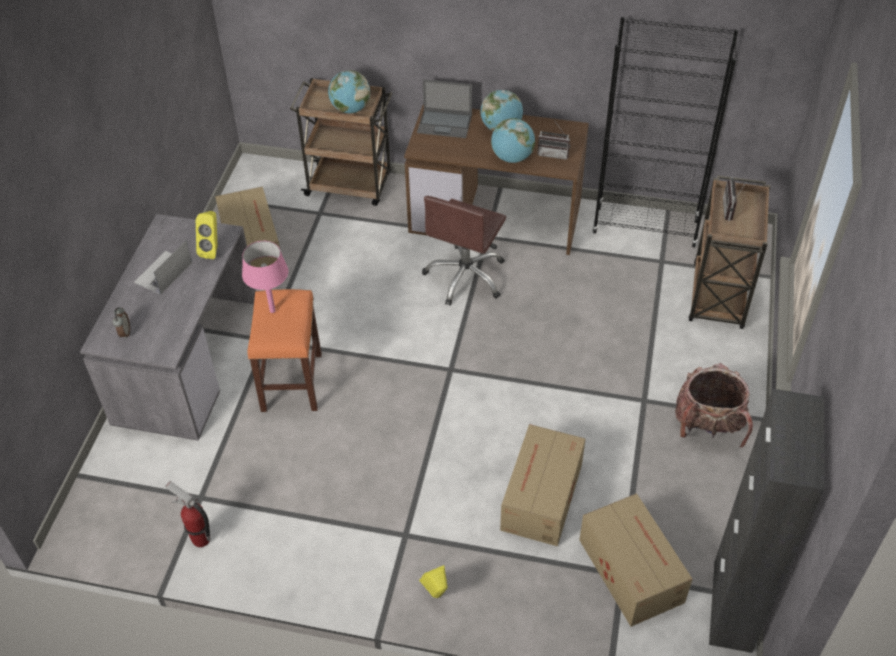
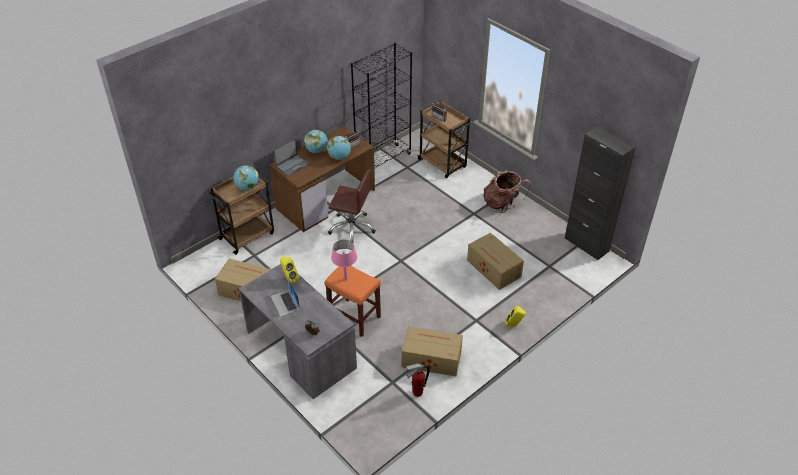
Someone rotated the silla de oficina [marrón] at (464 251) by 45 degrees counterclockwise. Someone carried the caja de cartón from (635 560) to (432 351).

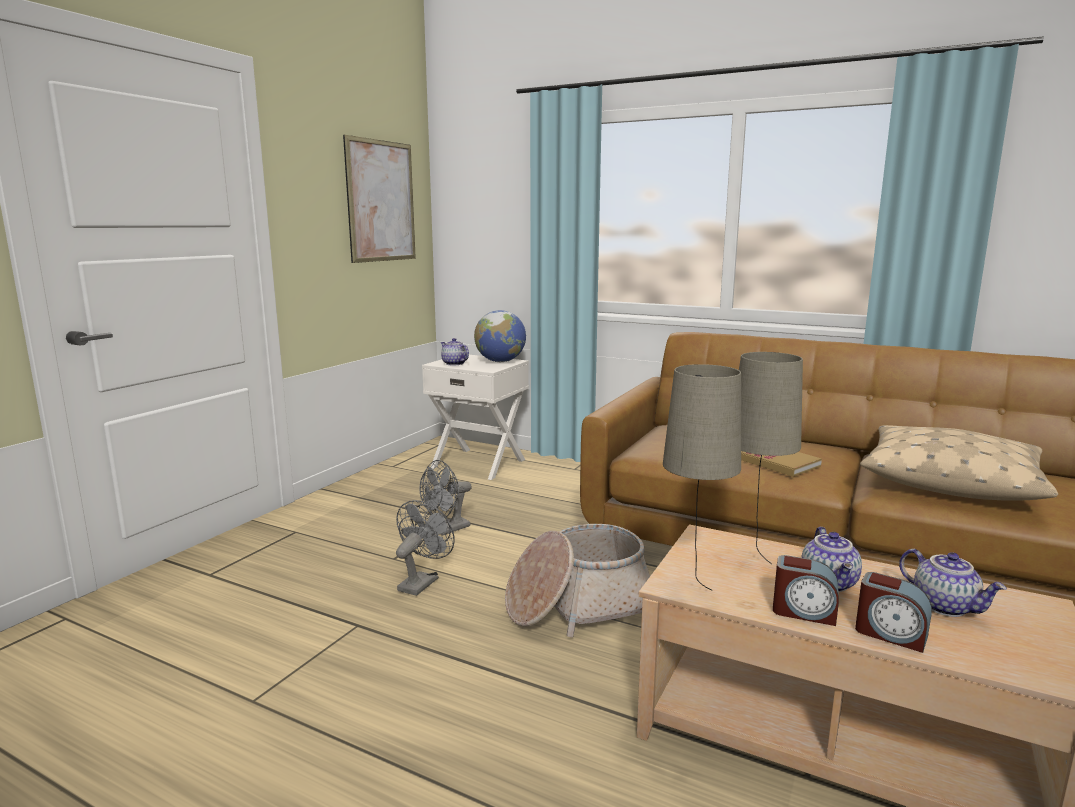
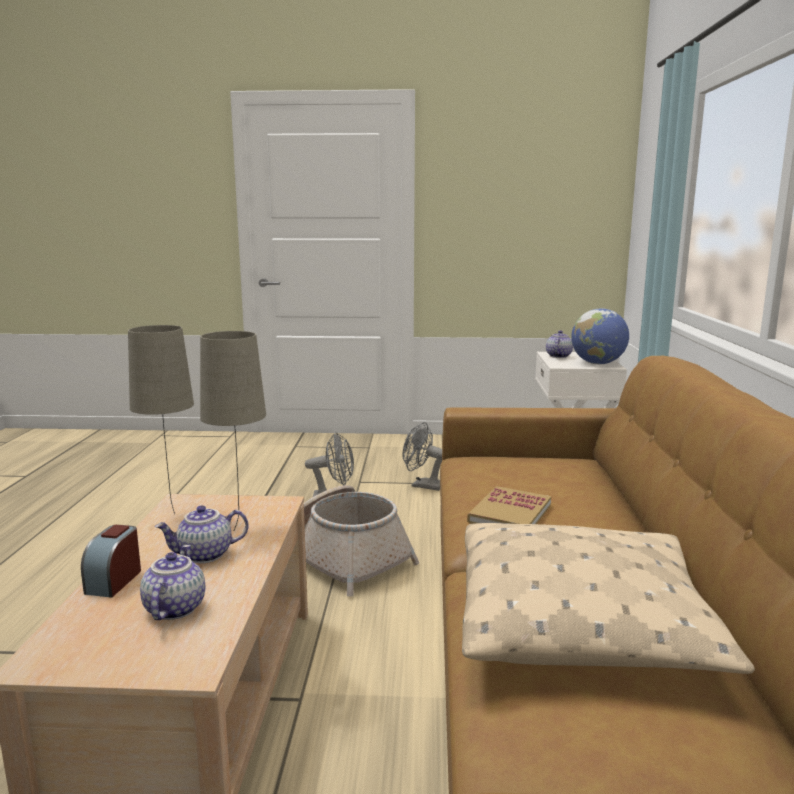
Someone took away the cuadro at (379 199). Someone rotated the tetera at (953 583) by 150 degrees clockwise. Someone took away the despertador at (806 590).

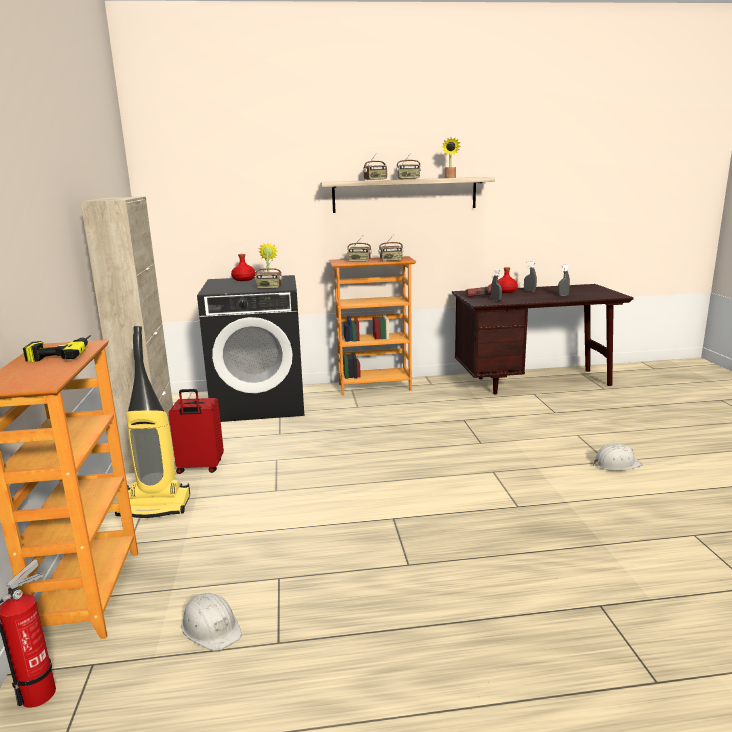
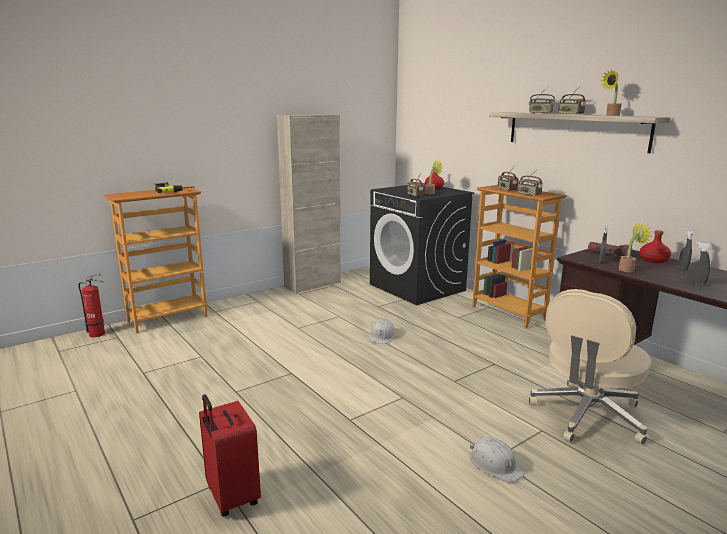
Someone took away the aspiradora at (152 422). Someone carried the maleta [rojo] from (196 431) to (230 455). Someone carried the casco [blanco] from (211 622) to (382 331). Someone put down the planta en maceta at (635 247). Someone put down the silla de oficina [beis] at (590 367).

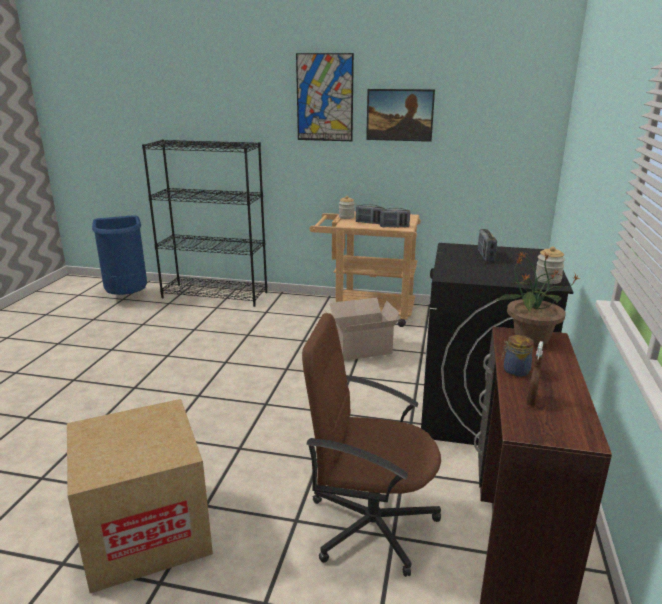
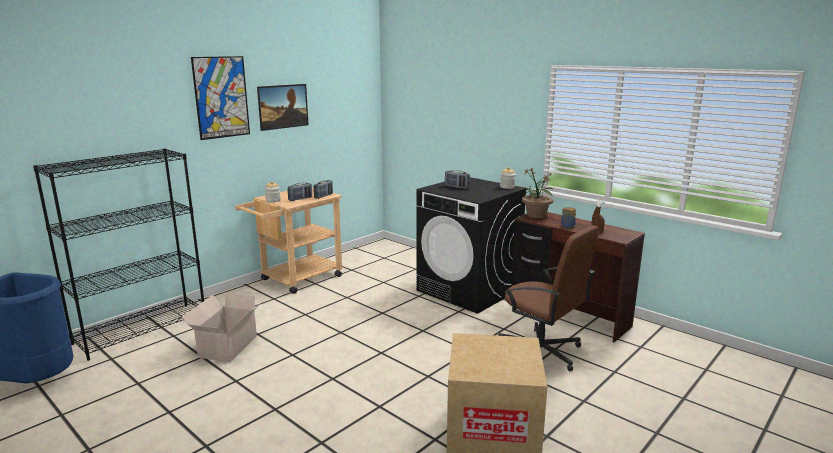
Someone carried the caja de cartón from (361 329) to (223 327). Someone rotated the silla de oficina [marrón] at (371 445) by 90 degrees counterclockwise.

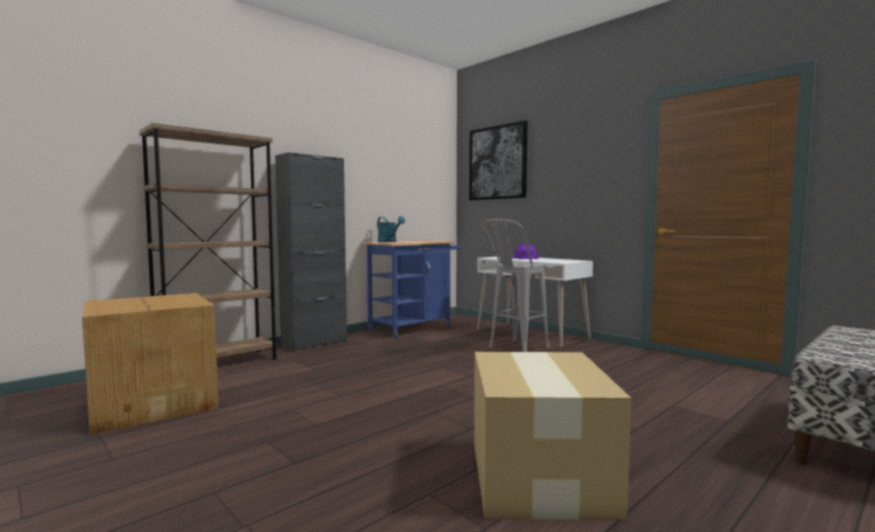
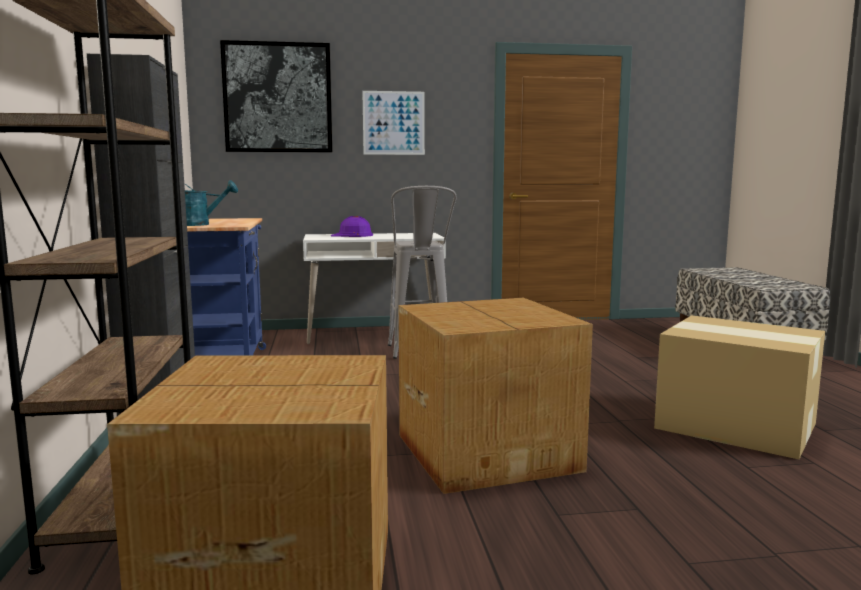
Someone put up the cuadro at (393 123). Someone put down the caja de cartón at (496 396).

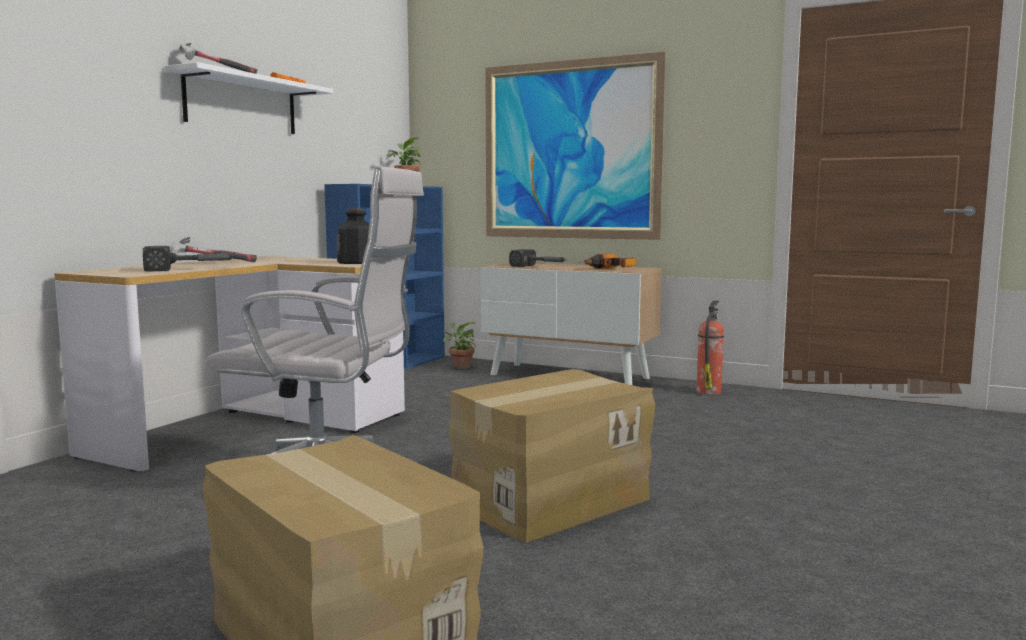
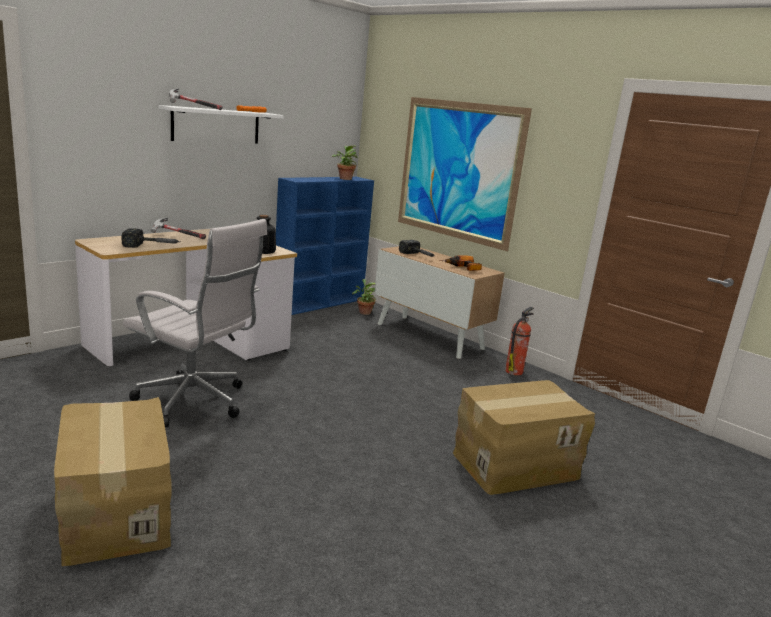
Someone carried the caja de cartón from (552 455) to (524 437).

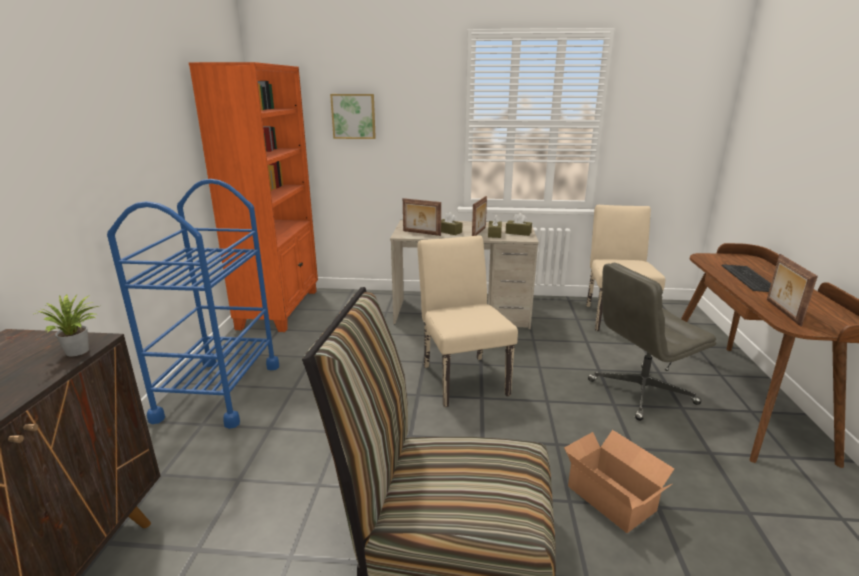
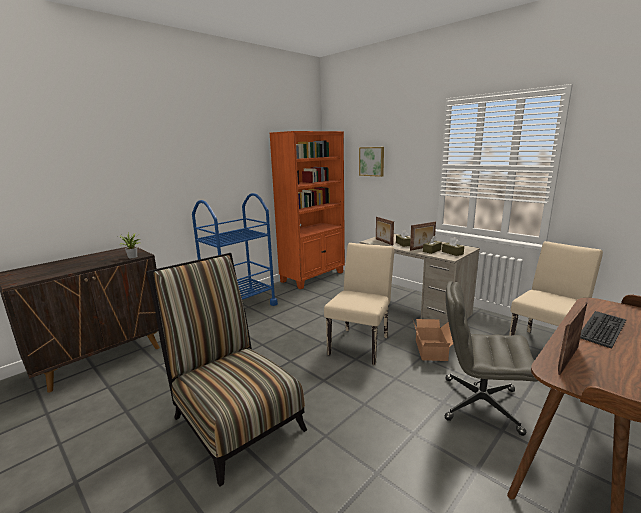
Someone carried the caja de cartón from (619 481) to (433 340).

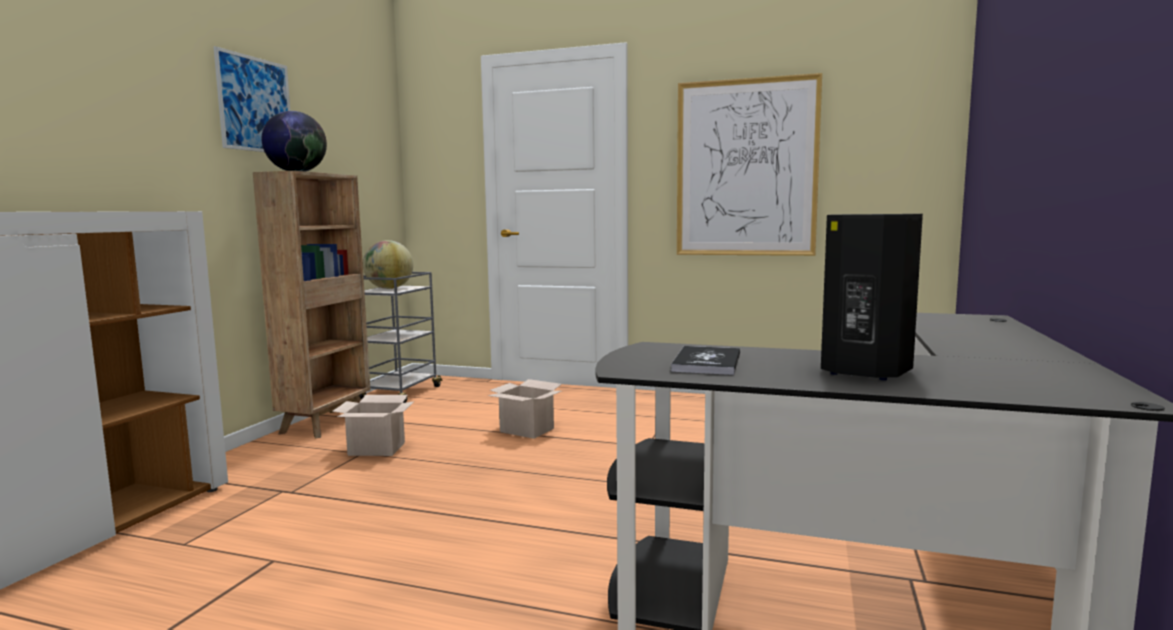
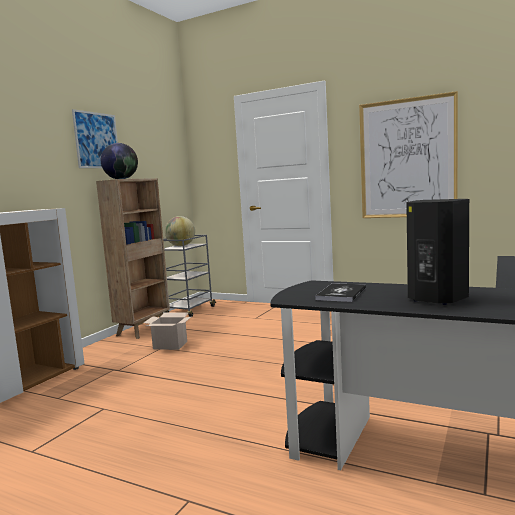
Someone took away the caja de cartón at (525 409).

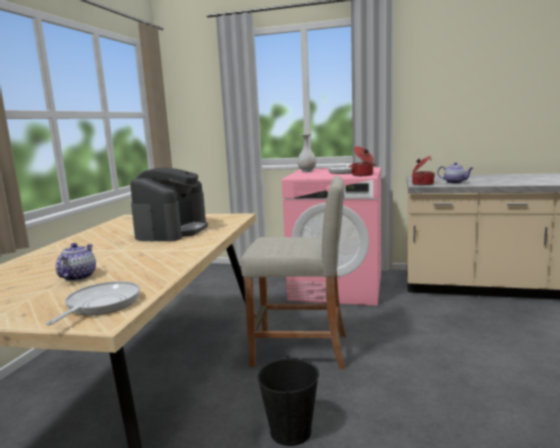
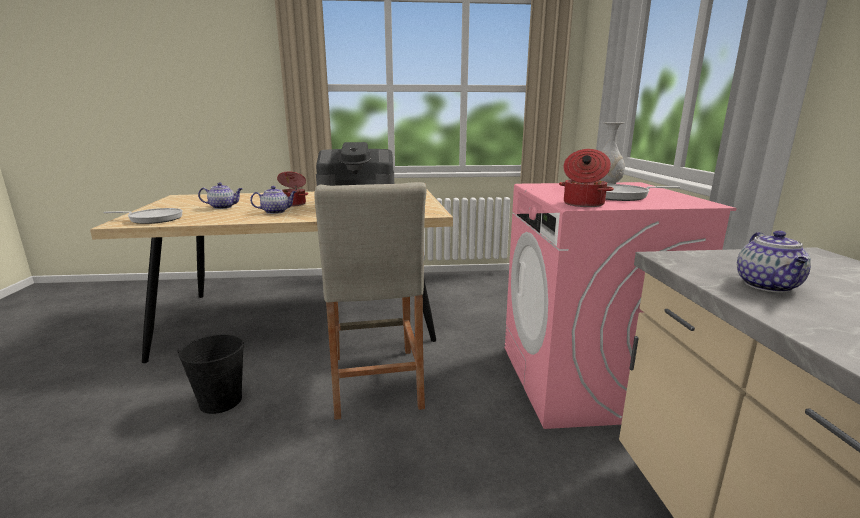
Someone carried the olla from (423 170) to (292 189). Someone put down the tetera at (273 200).

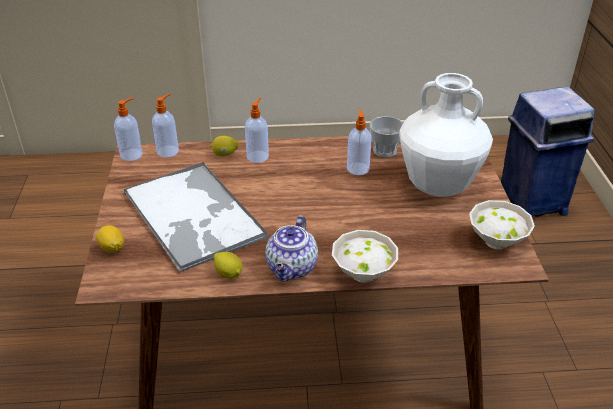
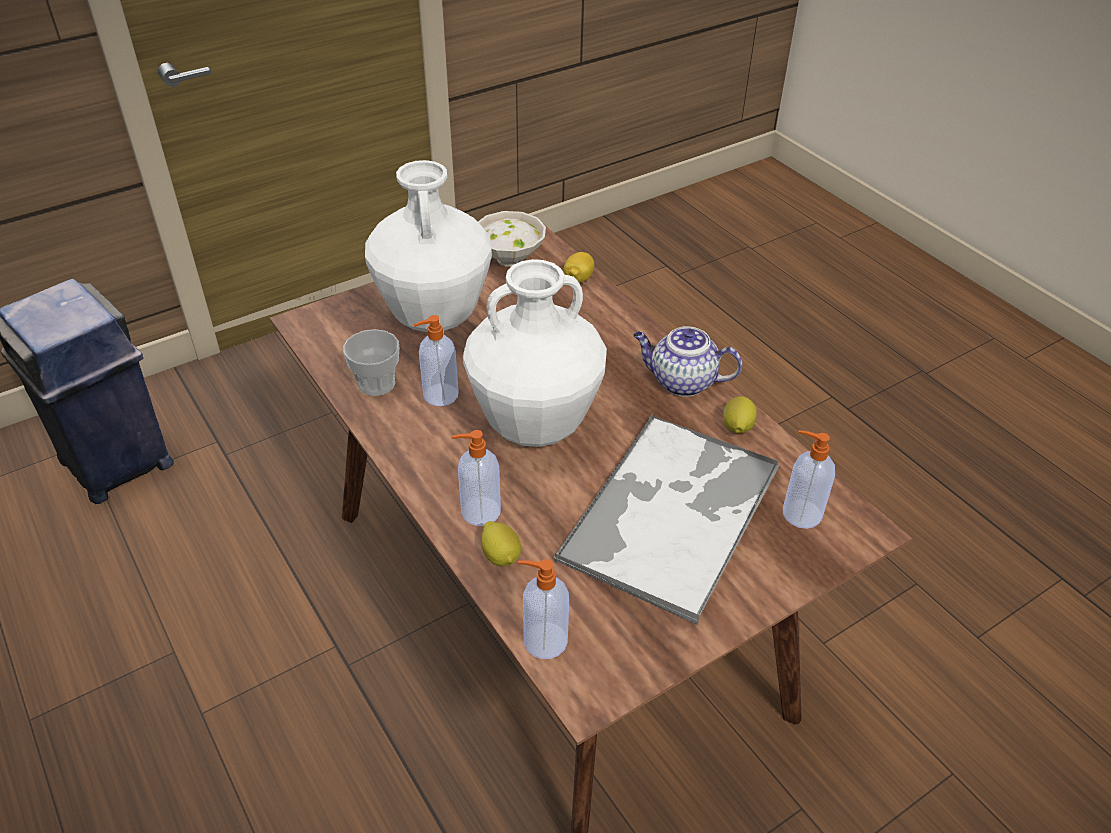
Someone carried the dispensador de jabón from (128 129) to (809 479). Someone rotated the tetera at (291 248) by 150 degrees counterclockwise. Someone carried the limón from (110 239) to (579 267). Someone took away the cuenco [blanco] at (365 256). Someone put down the florero [blanco] at (535 353).

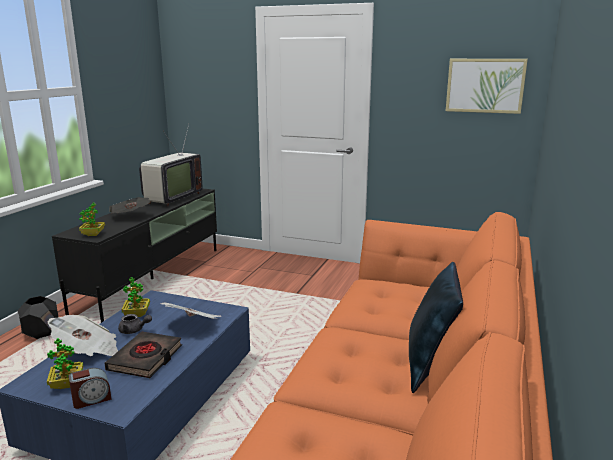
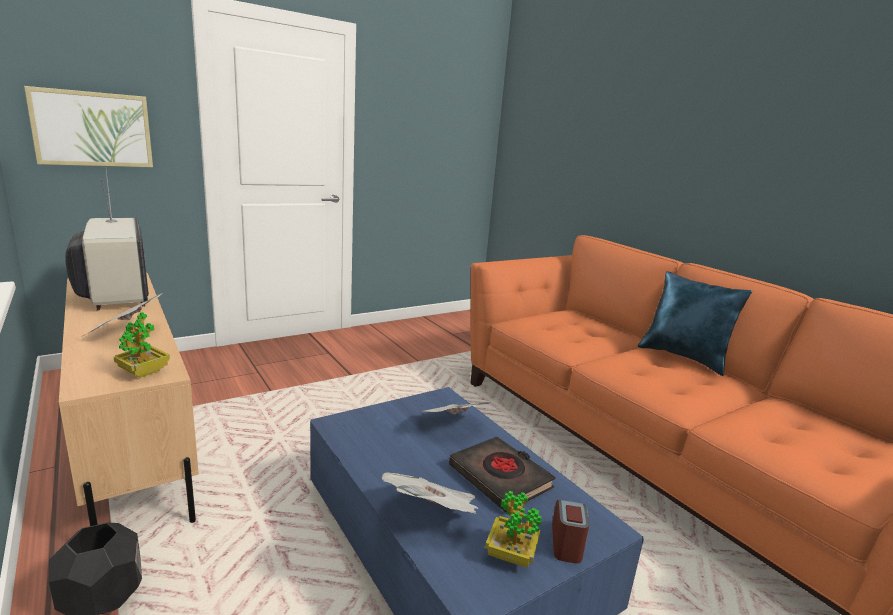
Someone carried the cuadro from (487 86) to (88 126). Someone repainted the mueble de televisión [negro] at (134 256), which became the mueble de televisión [beis] at (129 399). Someone took away the planta en maceta at (136 297). Someone took away the tetera [gris] at (135 324).

